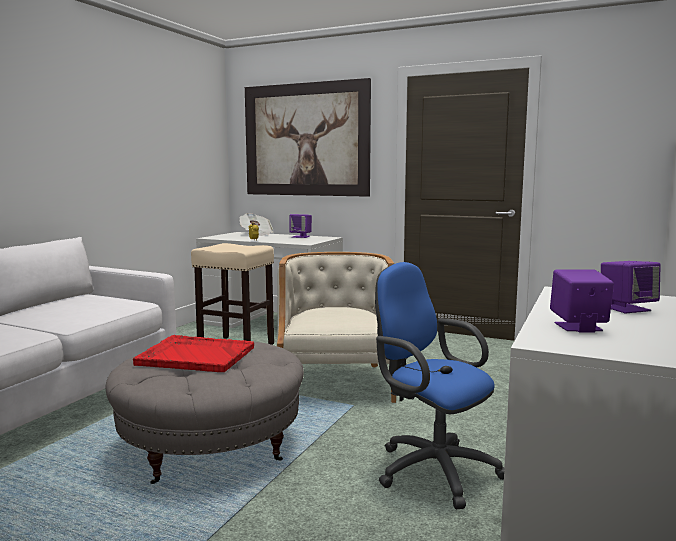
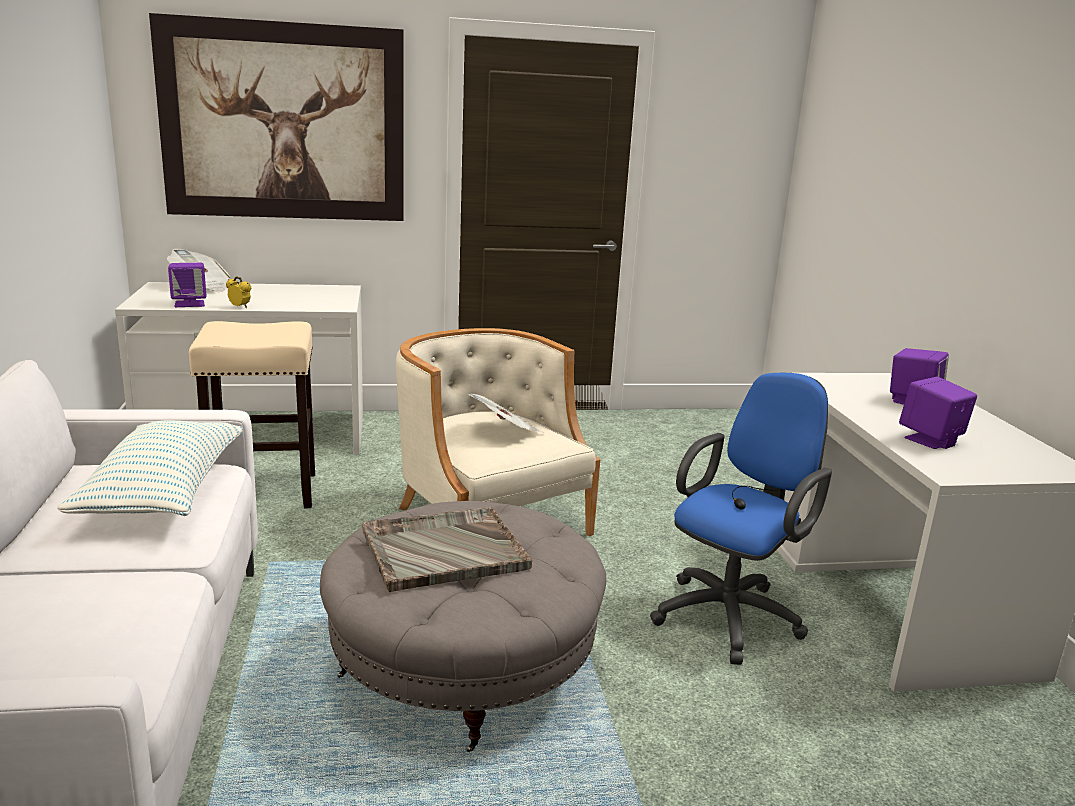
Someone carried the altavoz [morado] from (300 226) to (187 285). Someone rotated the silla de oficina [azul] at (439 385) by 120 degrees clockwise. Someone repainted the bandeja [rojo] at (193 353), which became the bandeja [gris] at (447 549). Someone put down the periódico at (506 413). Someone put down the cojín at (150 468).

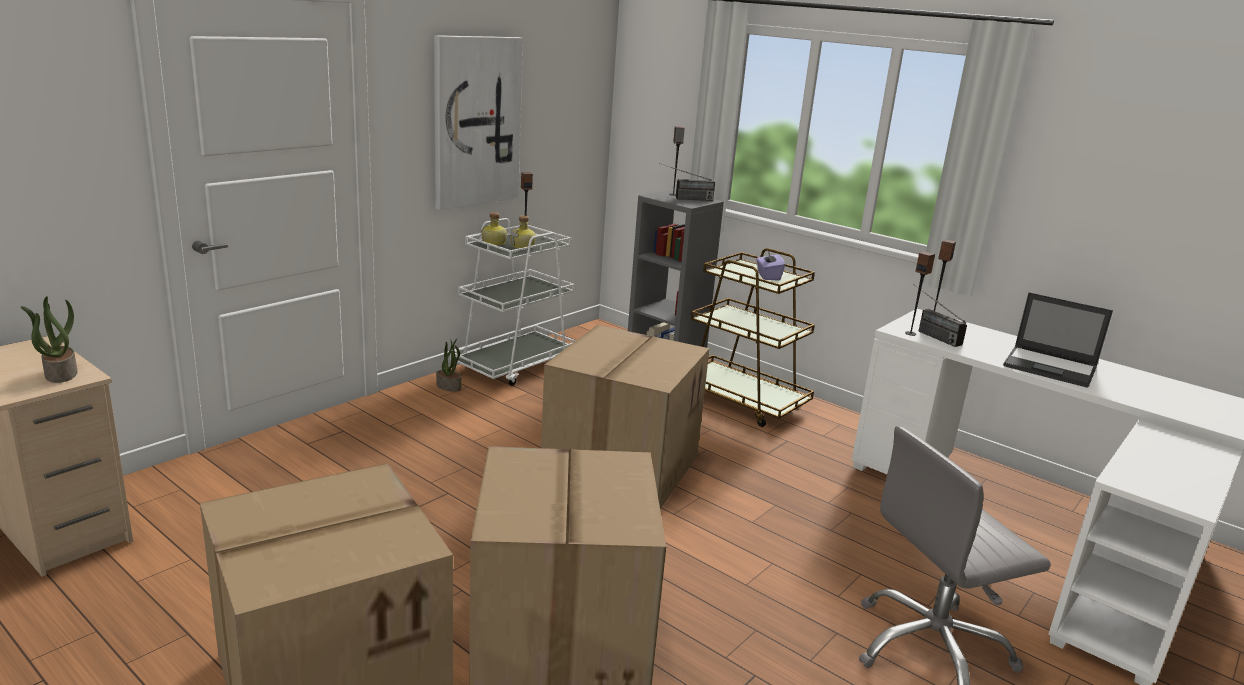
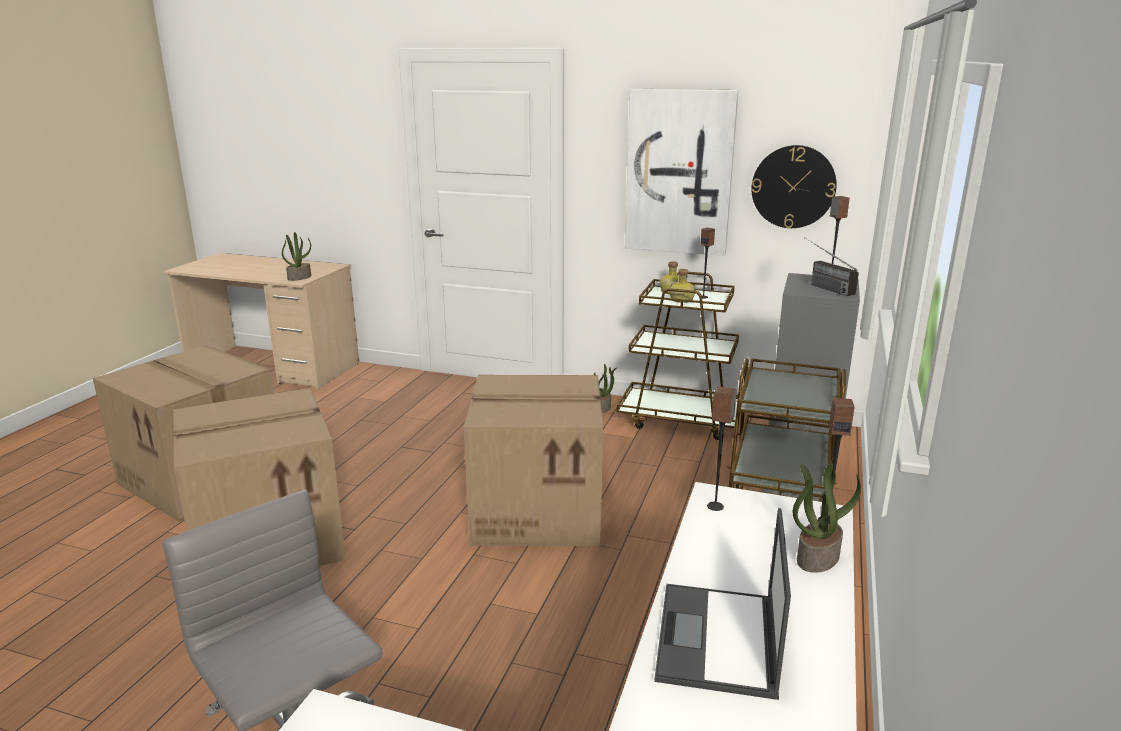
Someone repainted the carrito [blanco] at (513 302), which became the carrito [marrón] at (679 356). Someone took away the caja de pañuelos [morado] at (770 265). Someone took away the radio at (940 315). Someone put up the reloj de pared at (793 186). Someone put down the planta en maceta at (827 518).

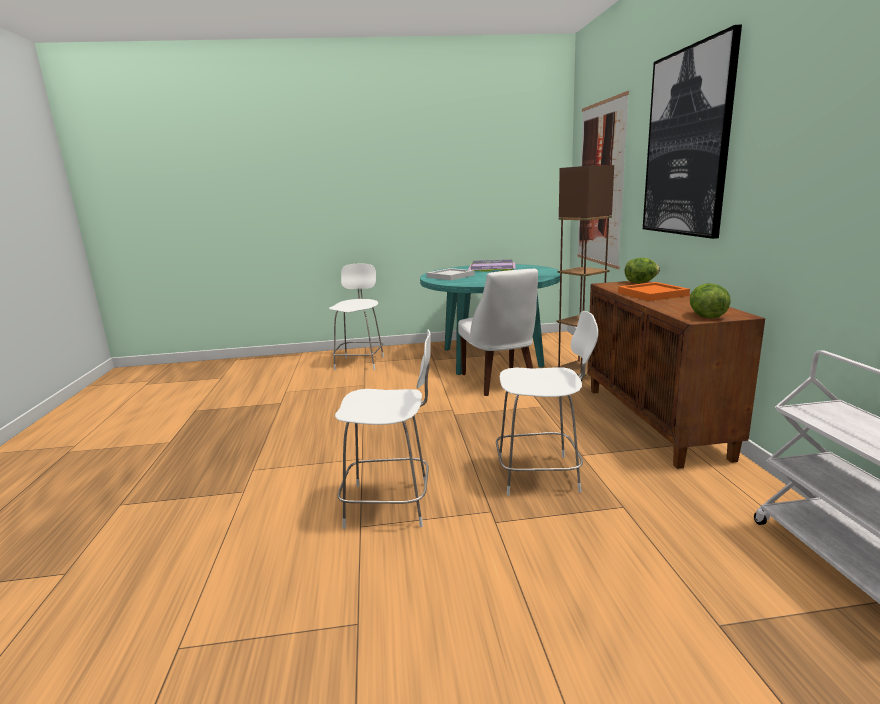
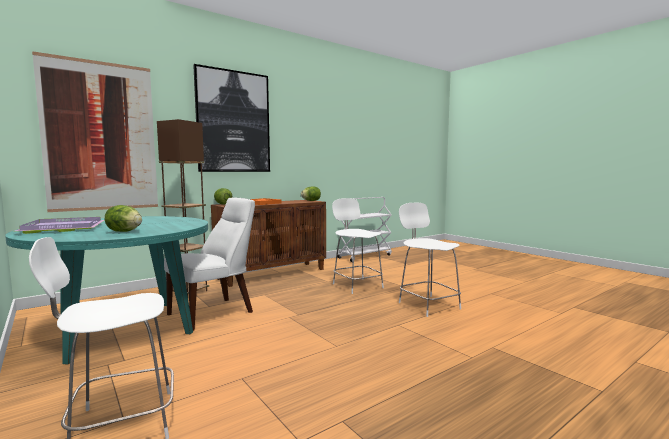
Someone swapped the bandeja [blanco] at (450 274) for the lechuga at (123 218).

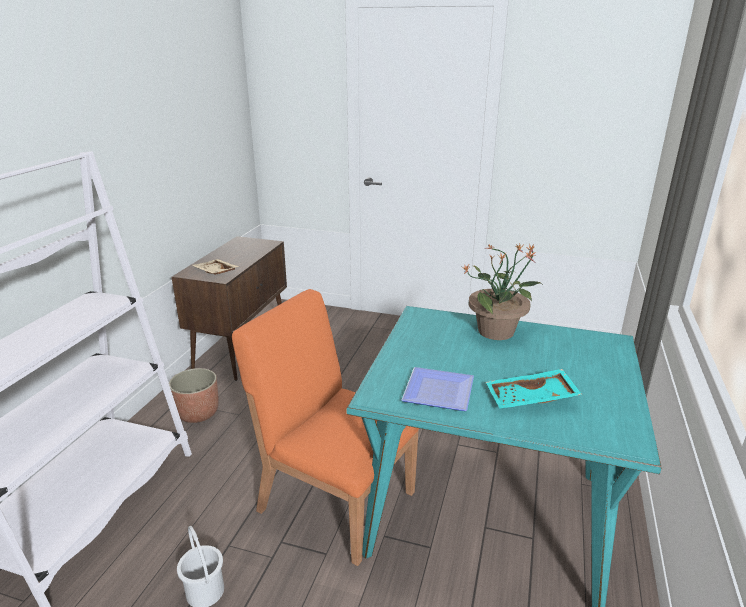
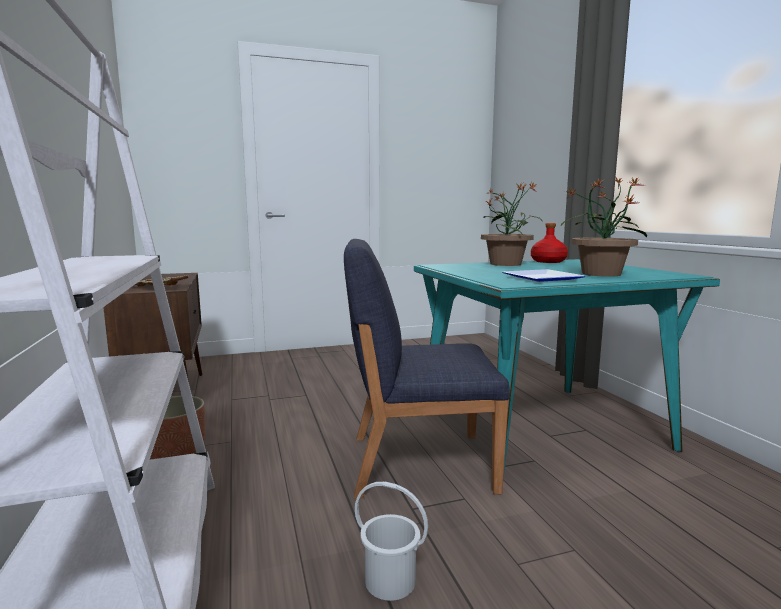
Someone repainted the silla [naranja] at (325 427), which became the silla [azul] at (427 369). Someone swapped the bandeja [turquesa] at (534 389) for the planta en maceta at (604 227). Someone put down the botella [rojo] at (549 243).

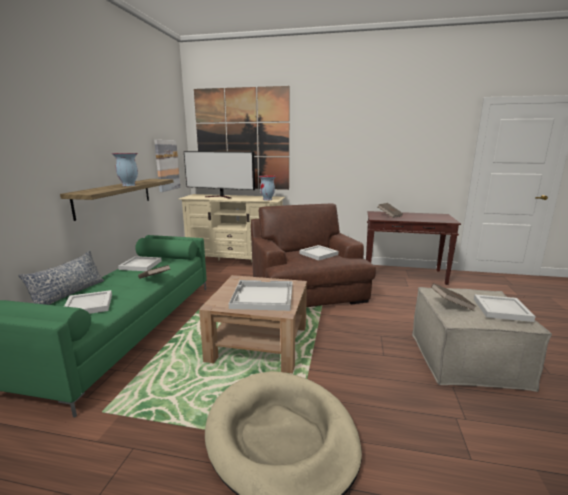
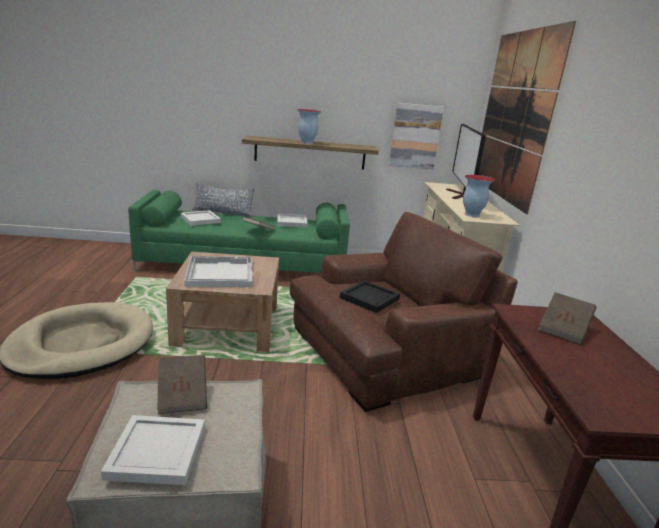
Someone repainted the bandeja [blanco] at (318 253), which became the bandeja [negro] at (370 296).

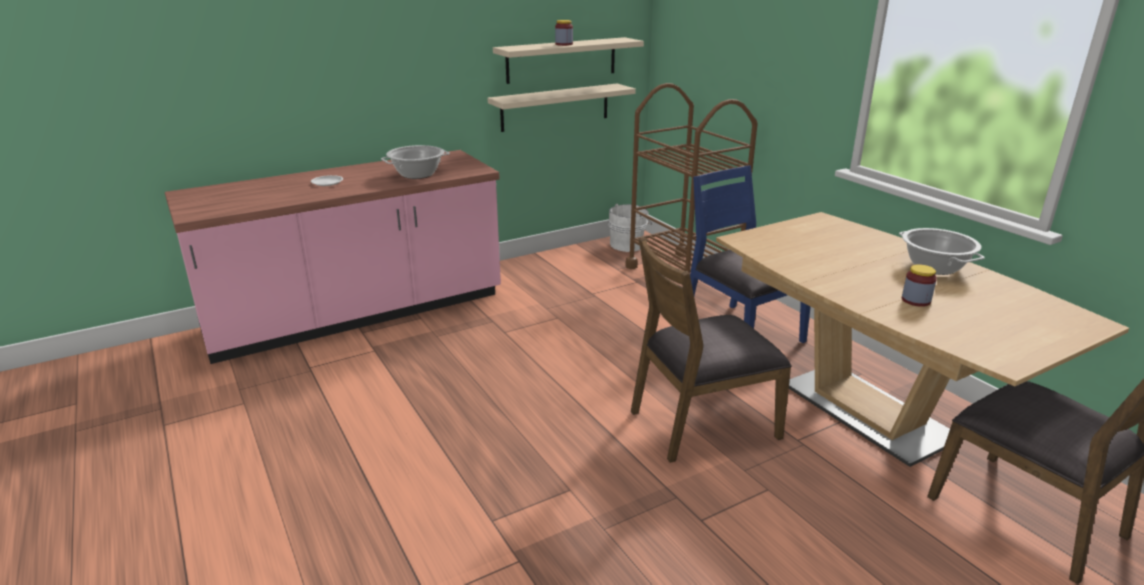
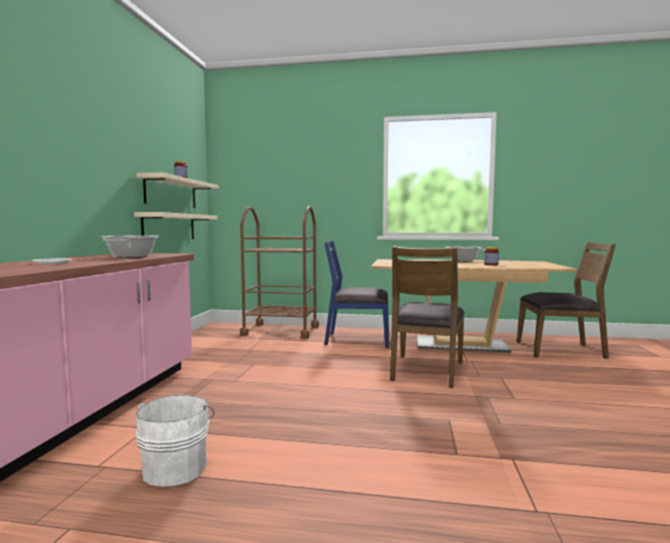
Someone carried the cubo [blanco] from (630 227) to (175 441).

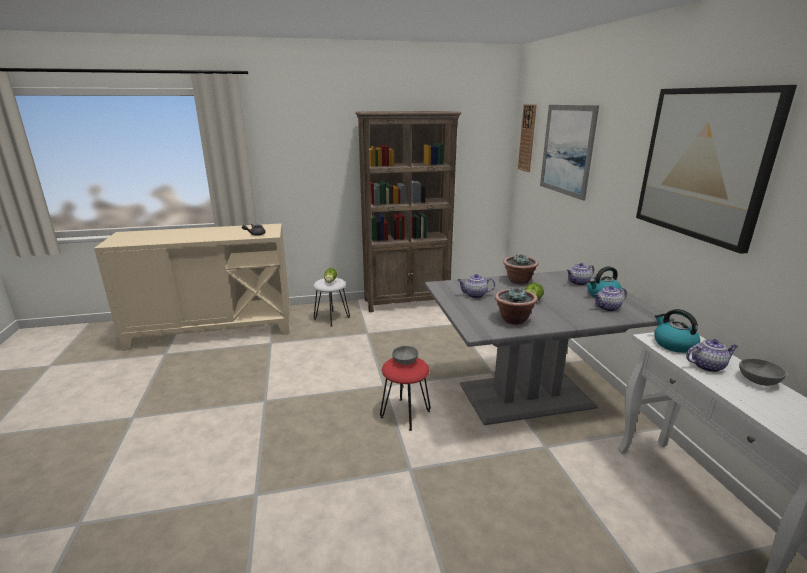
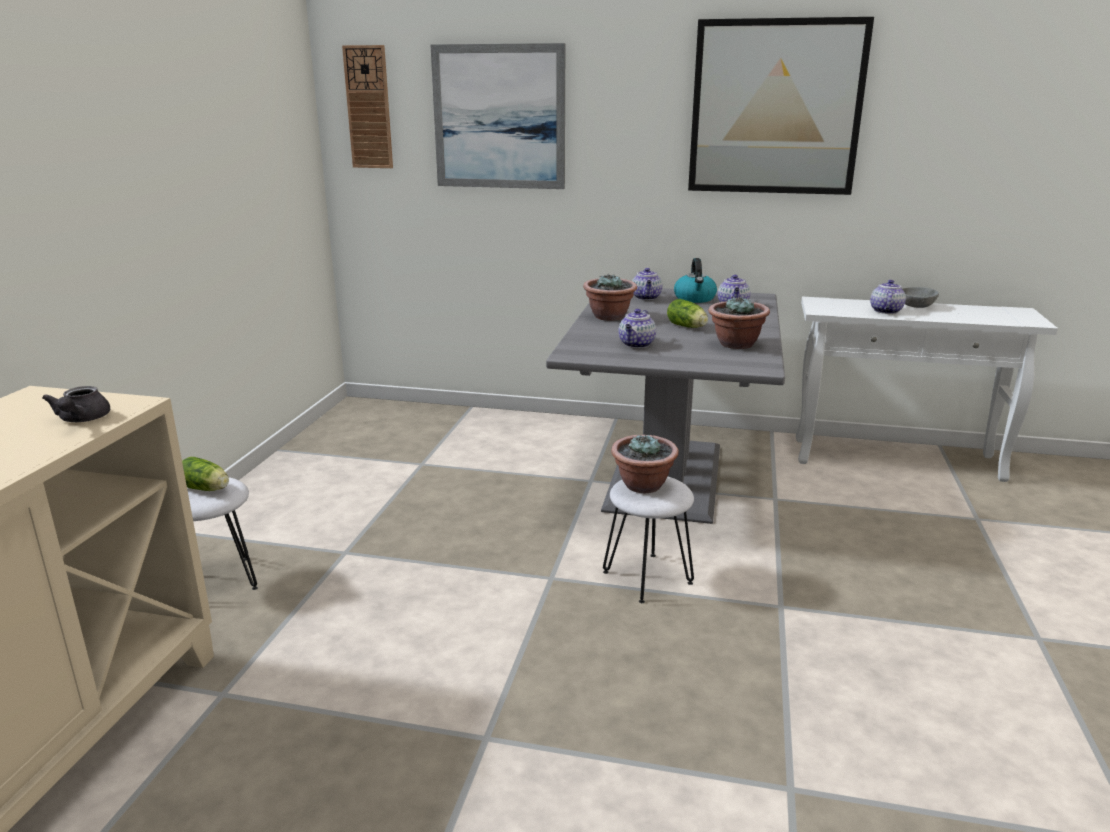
Someone took away the estantería [marrón] at (408 211). Someone took away the hervidor at (677 331). Someone swapped the cuenco [gris] at (405 355) for the planta en maceta at (645 464). Someone repainted the taburete [rojo] at (405 394), which became the taburete [blanco] at (648 539).

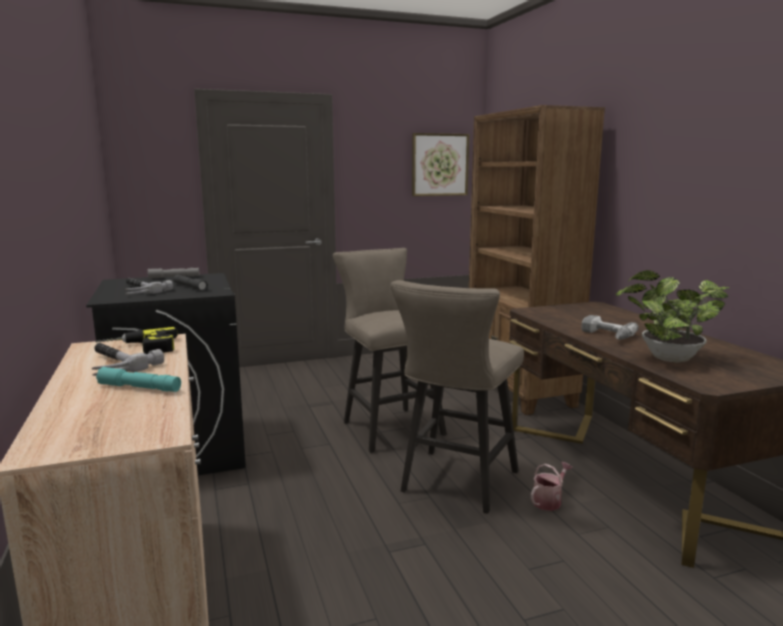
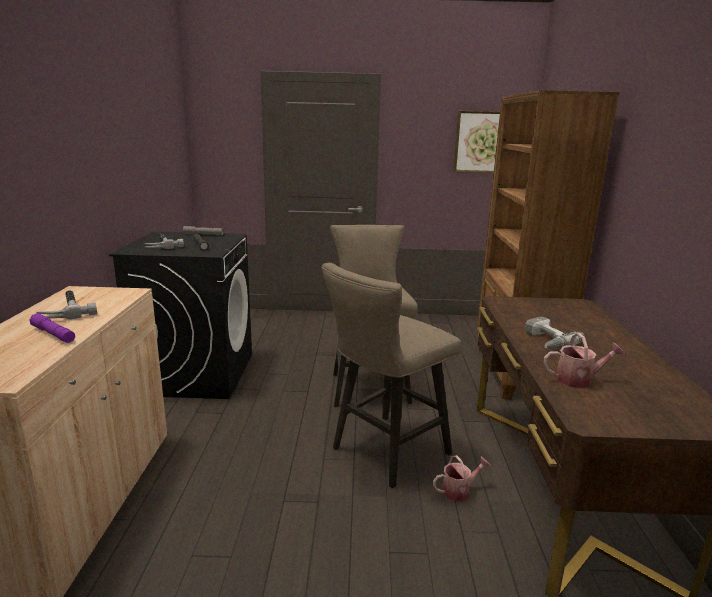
Someone swapped the planta en maceta at (673 316) for the regadera at (584 360). Someone took away the taladro at (136 340). Someone repainted the linterna [turquesa] at (138 379), which became the linterna [morado] at (52 328).

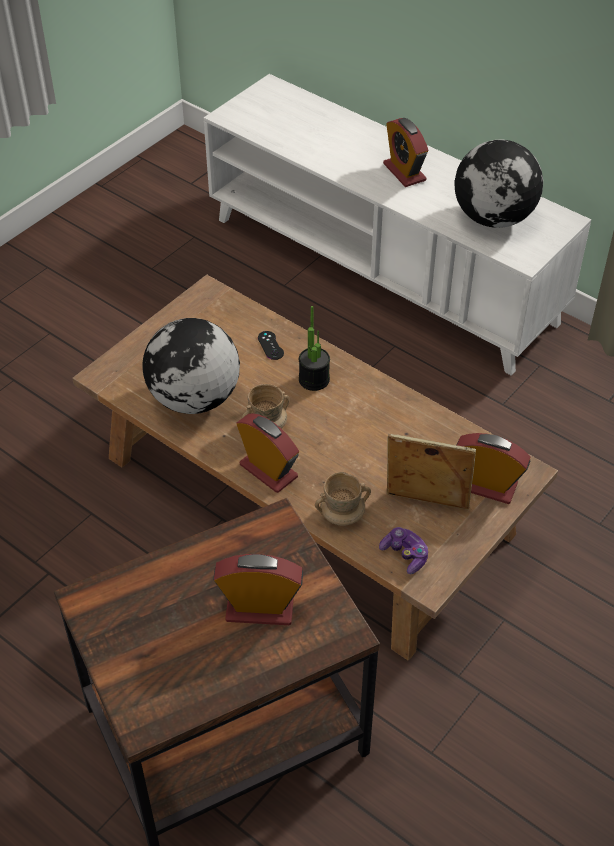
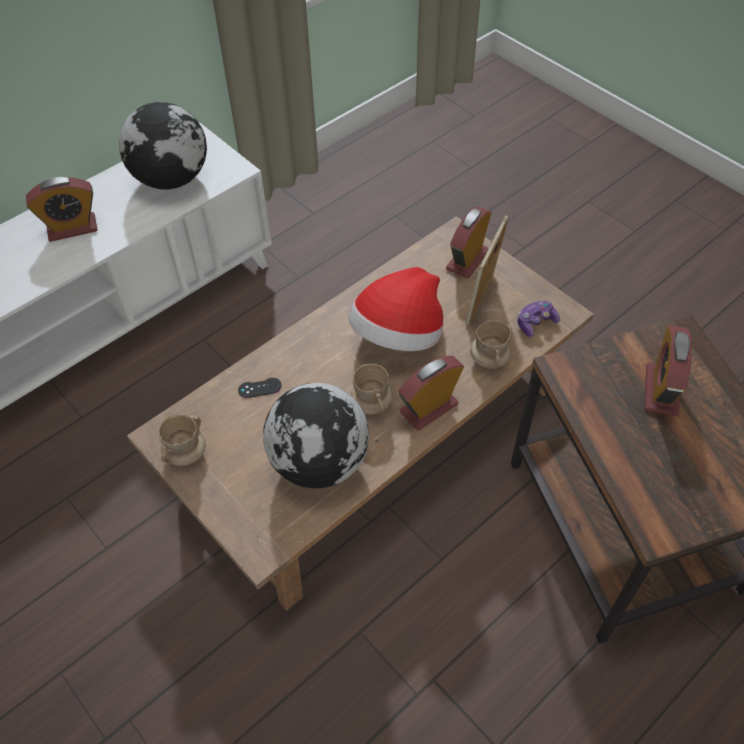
Someone took away the planta en maceta at (314 348). Someone put down the sombrero at (396 309). Someone put down the taza grande [beis] at (182 440).

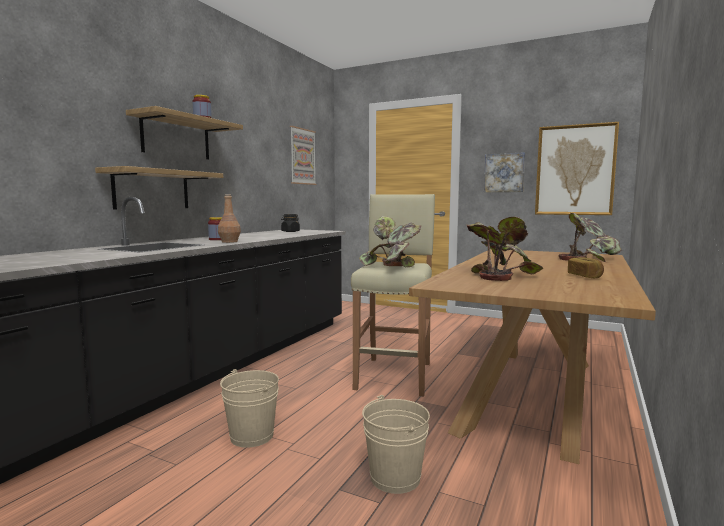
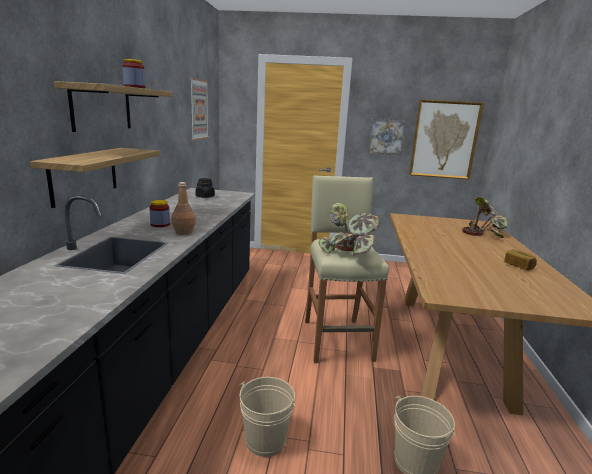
Someone took away the planta en maceta at (505 248).

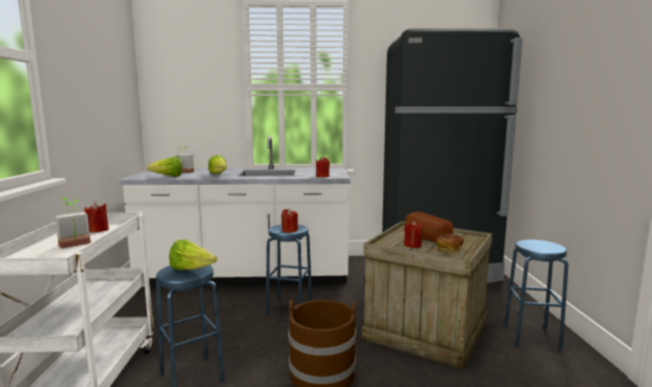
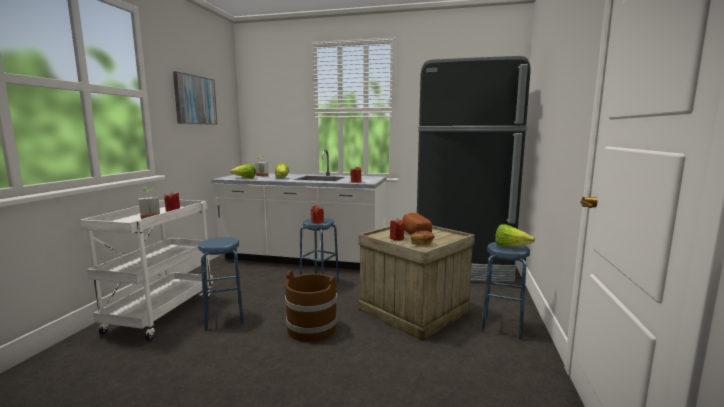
Someone carried the lechuga from (193 254) to (515 235). Someone put up the cuadro at (195 98).

